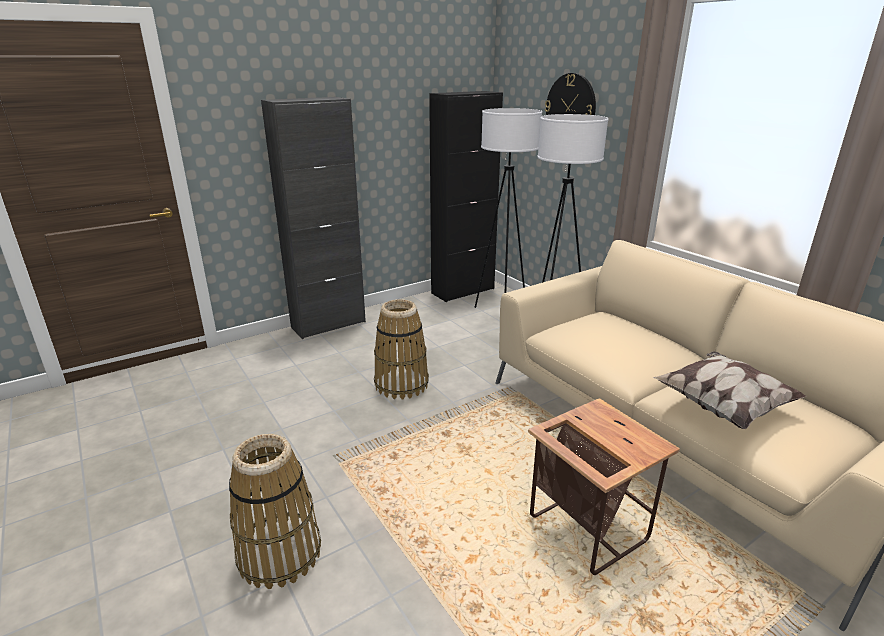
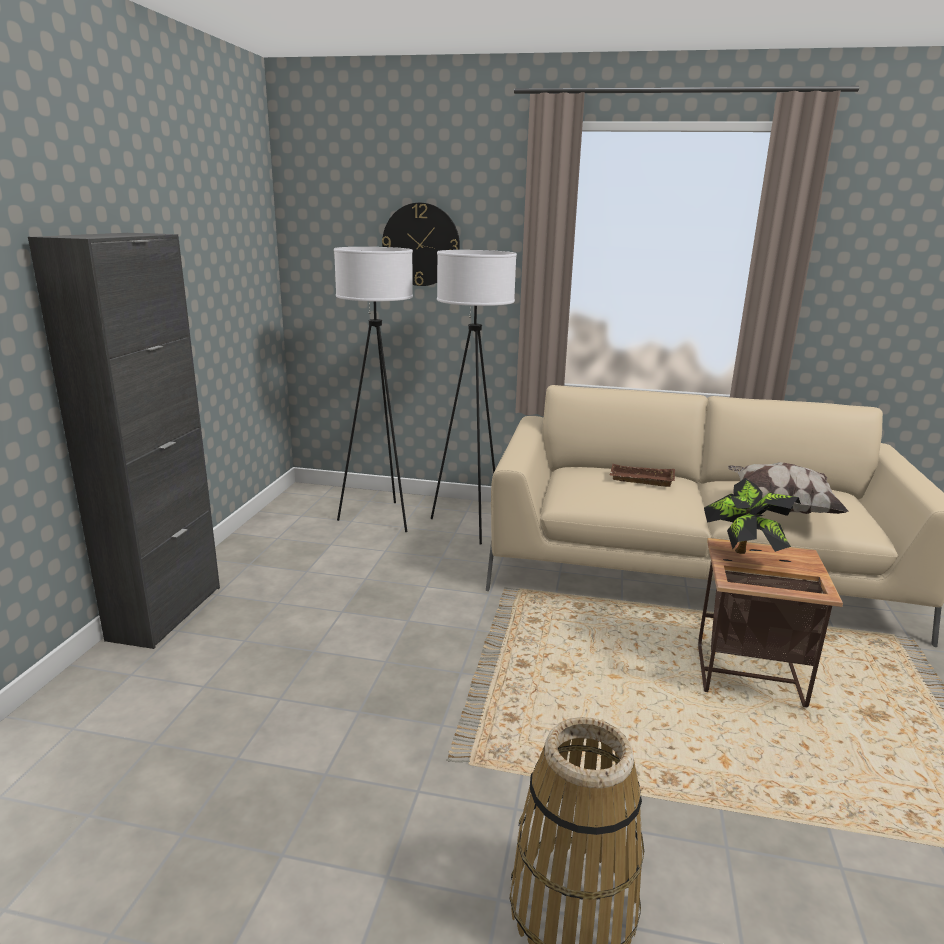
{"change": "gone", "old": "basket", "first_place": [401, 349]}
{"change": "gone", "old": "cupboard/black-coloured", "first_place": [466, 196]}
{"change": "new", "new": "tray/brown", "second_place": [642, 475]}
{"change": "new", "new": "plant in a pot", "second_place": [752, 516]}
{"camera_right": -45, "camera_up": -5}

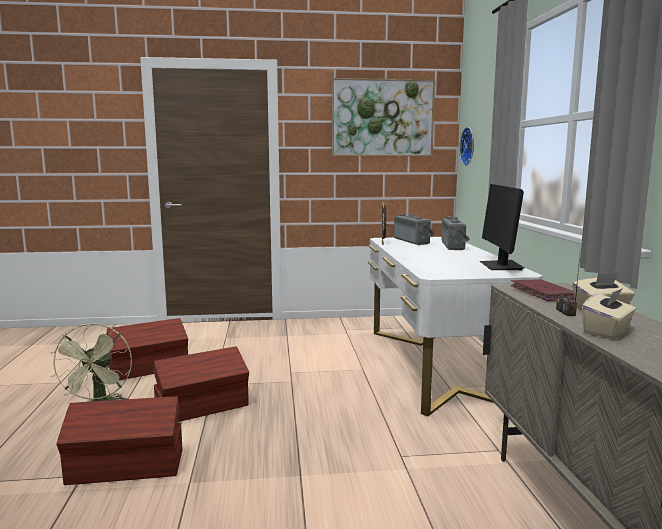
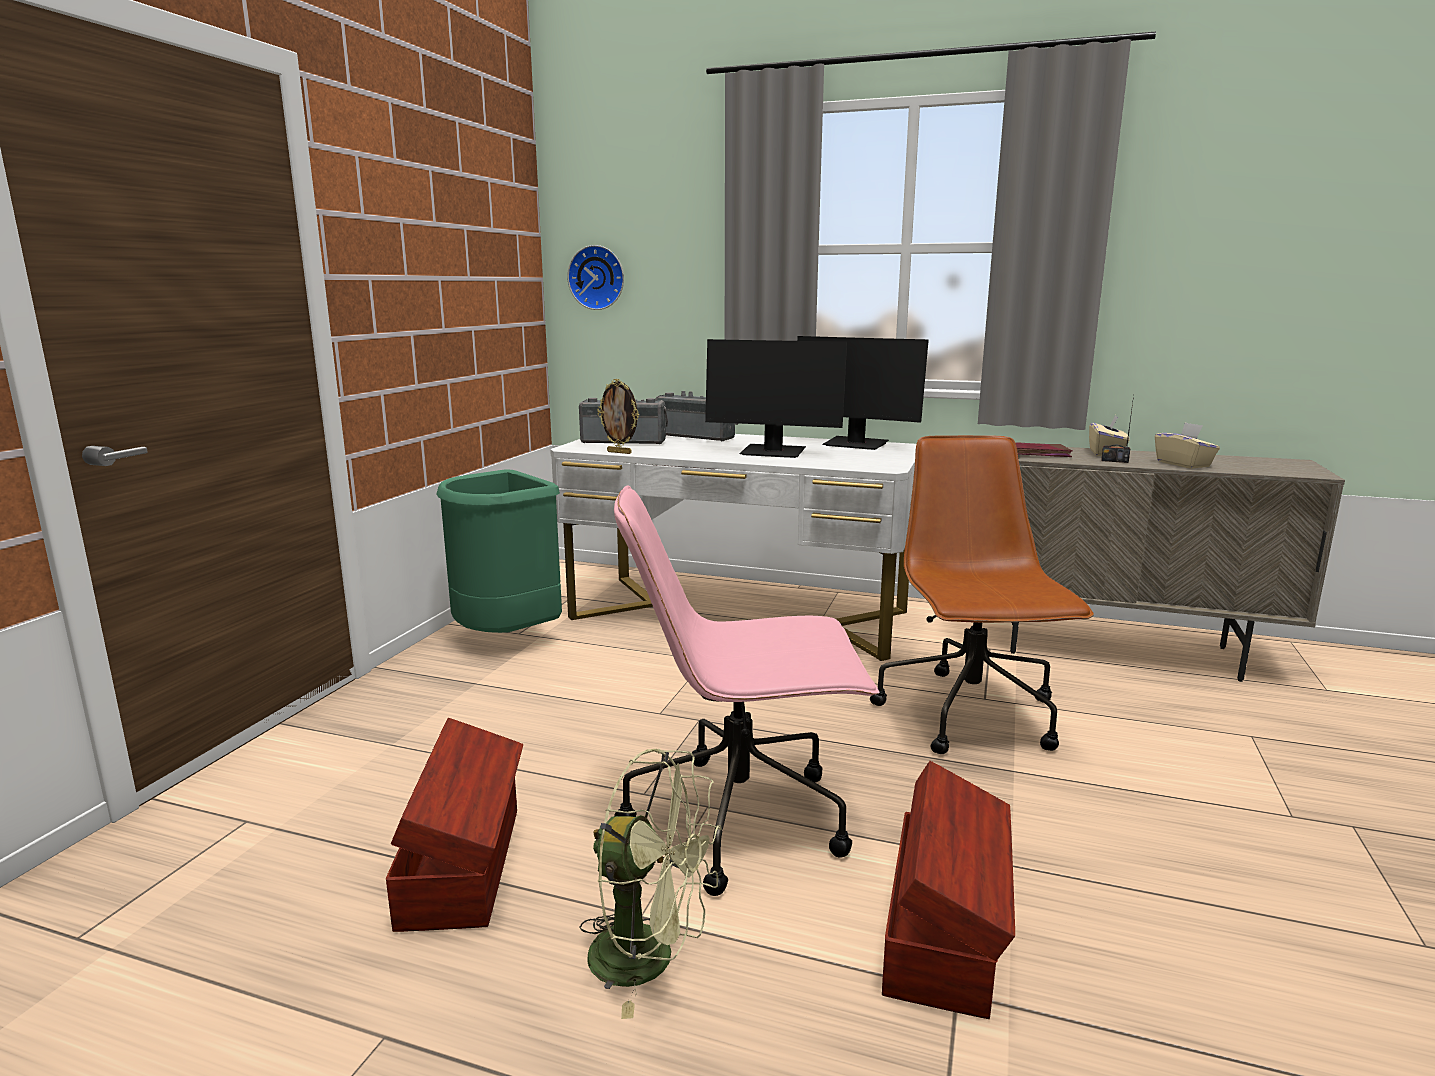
{"change": "gone", "old": "wall art", "first_place": [383, 117]}
{"change": "new", "new": "rubbish bin/green-coloured", "second_place": [499, 551]}
{"change": "new", "new": "computer screen", "second_place": [776, 398]}
{"change": "new", "new": "desk chair/brown", "second_place": [982, 594]}
{"change": "swapped", "old": "storage box/brown", "new": "desk chair/pinkish", "first_place": [201, 384], "second_place": [747, 690]}
{"camera_right": -65, "camera_up": 5}

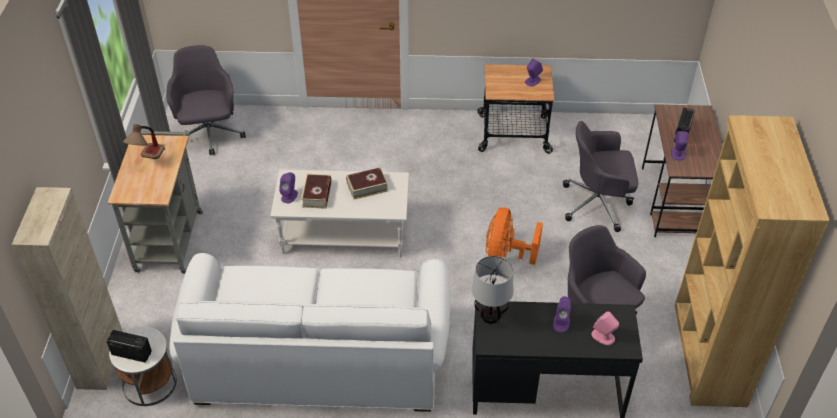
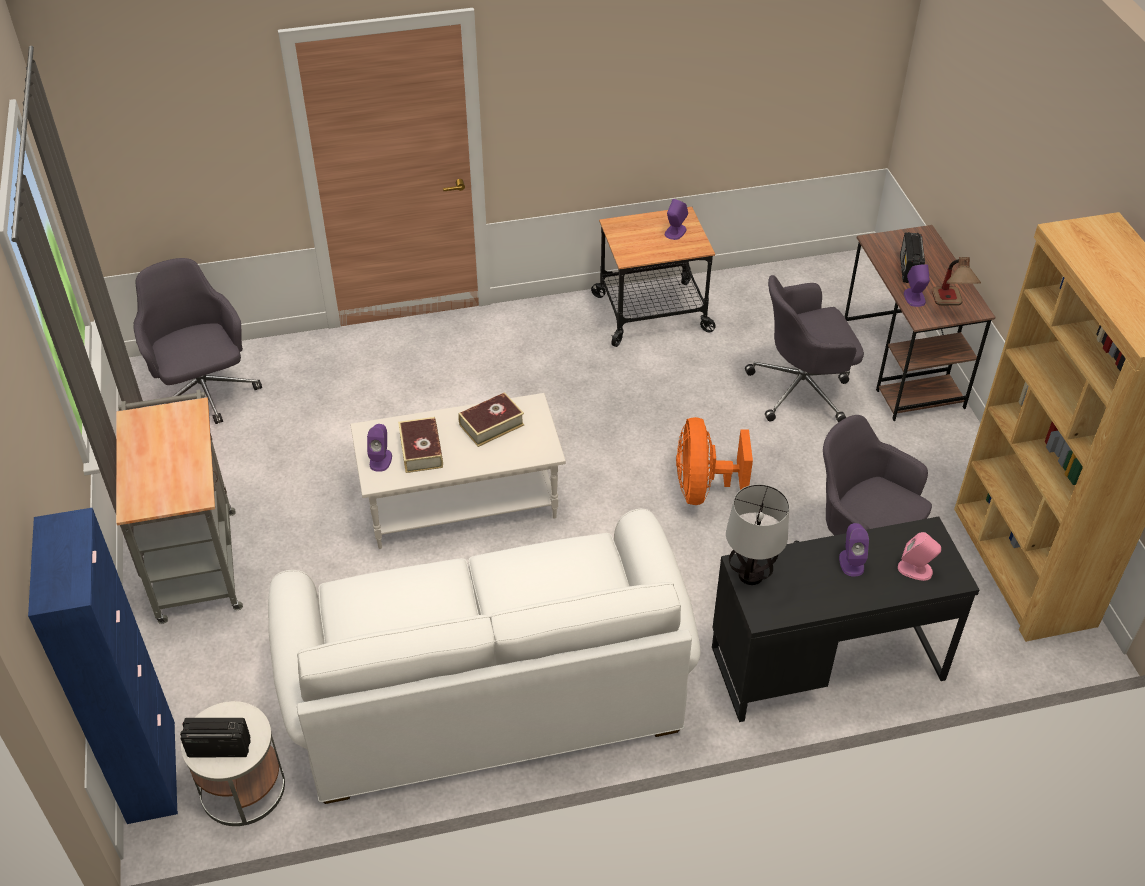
{"change": "shifted", "old": "table lamp", "first_place": [144, 141], "second_place": [956, 281]}
{"change": "repainted", "old": "cupboard/sand-coloured", "new": "cupboard/bluish", "first_place": [67, 288], "second_place": [103, 666]}
{"camera_right": -15, "camera_up": 0}

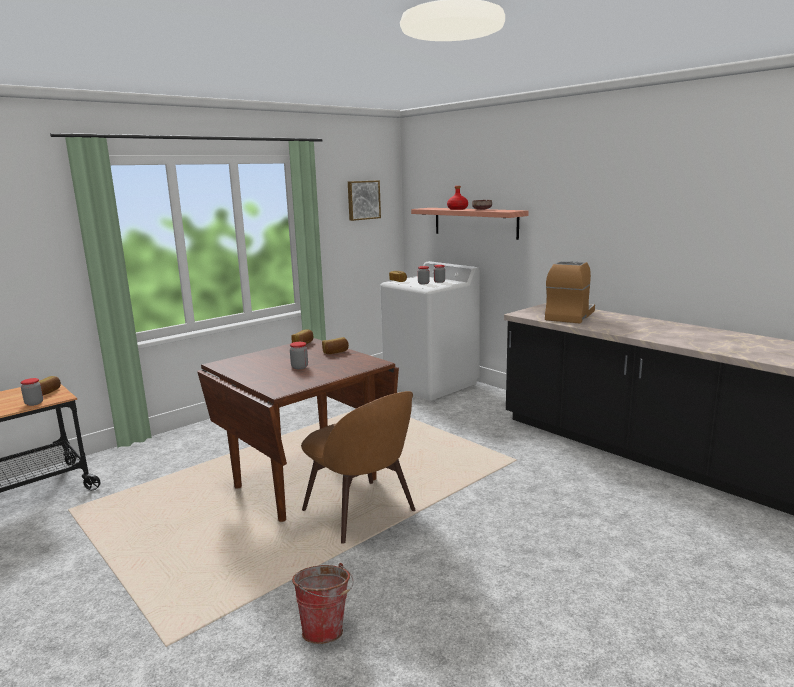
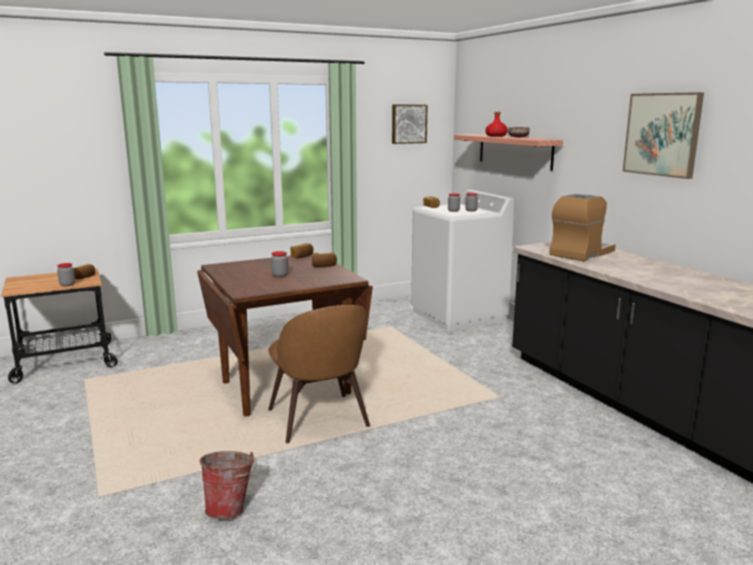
{"change": "new", "new": "wall art", "second_place": [663, 135]}
{"camera_right": 15, "camera_up": 0}

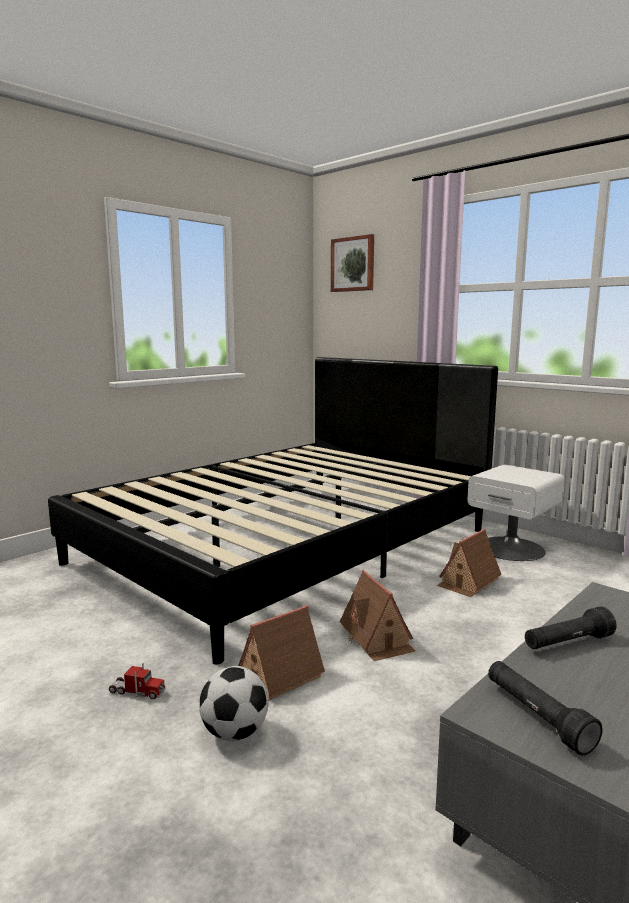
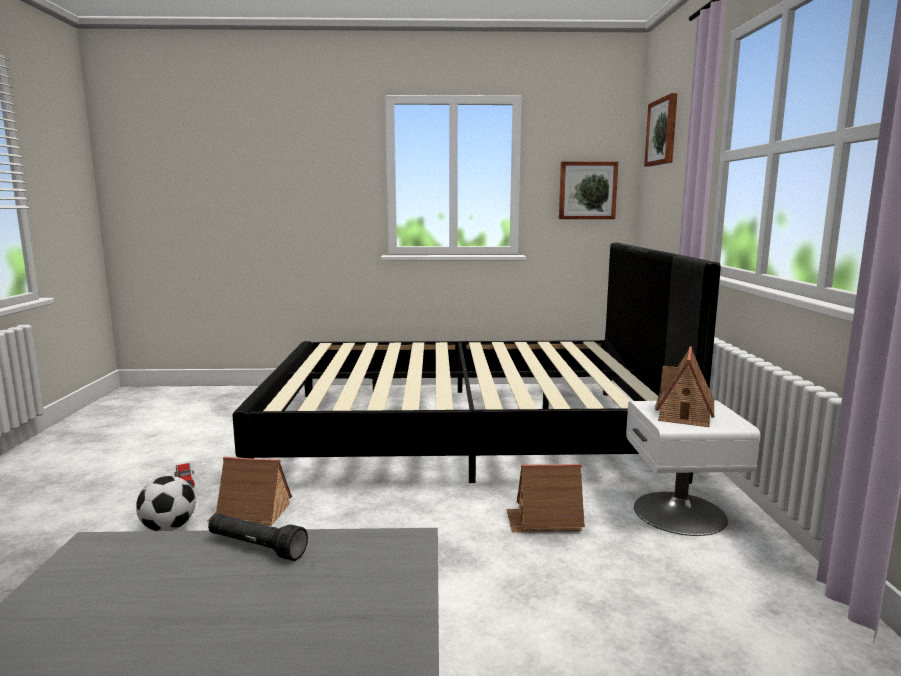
{"change": "gone", "old": "hand torch/black-coloured", "first_place": [545, 708]}
{"change": "new", "new": "wall art", "second_place": [588, 190]}
{"change": "shifted", "old": "miniature house", "first_place": [377, 615], "second_place": [684, 386]}
{"camera_right": 45, "camera_up": 0}

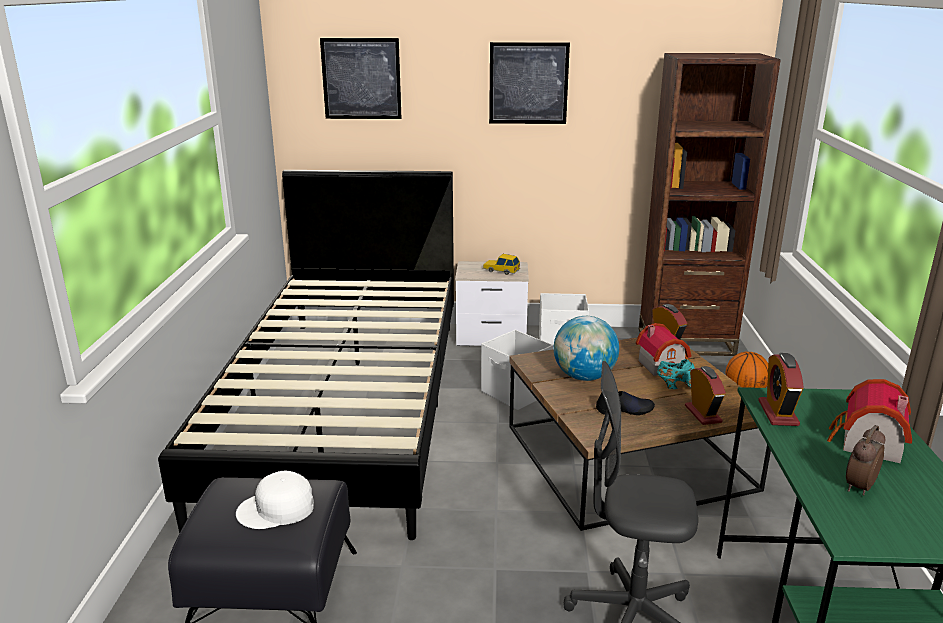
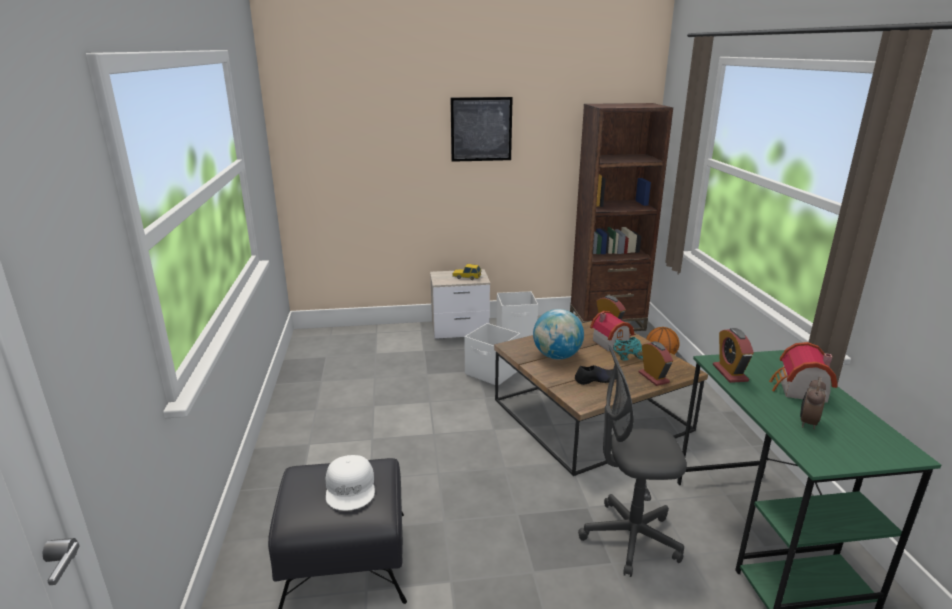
{"change": "gone", "old": "bedroom bed/black-coloured", "first_place": [306, 355]}
{"change": "gone", "old": "wall art", "first_place": [361, 78]}
{"change": "rotated", "old": "baseball cap/whitish", "first_place": [275, 500], "second_place": [350, 482], "degrees": -75}
{"camera_right": -10, "camera_up": 0}

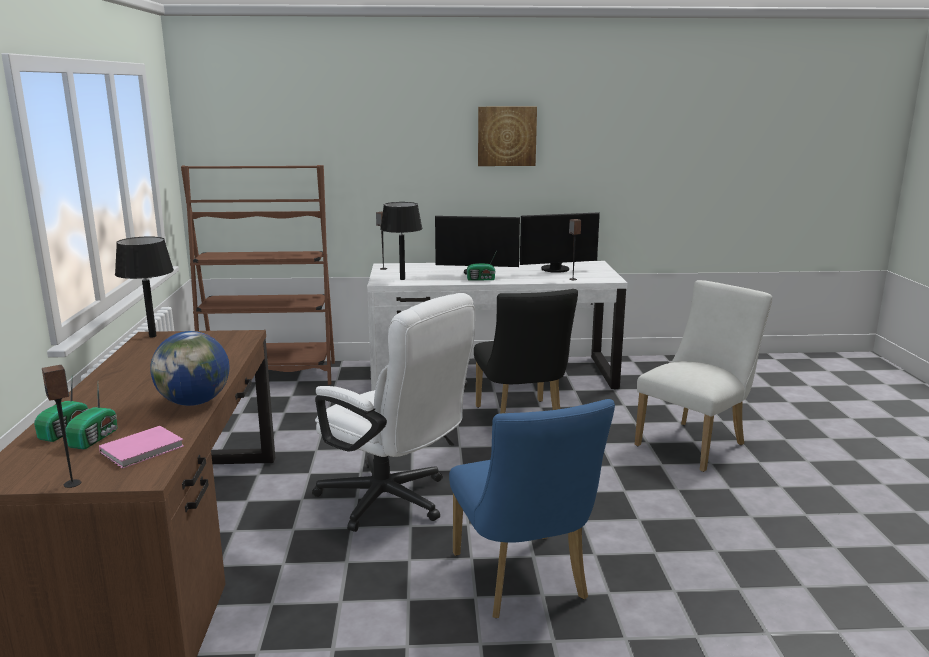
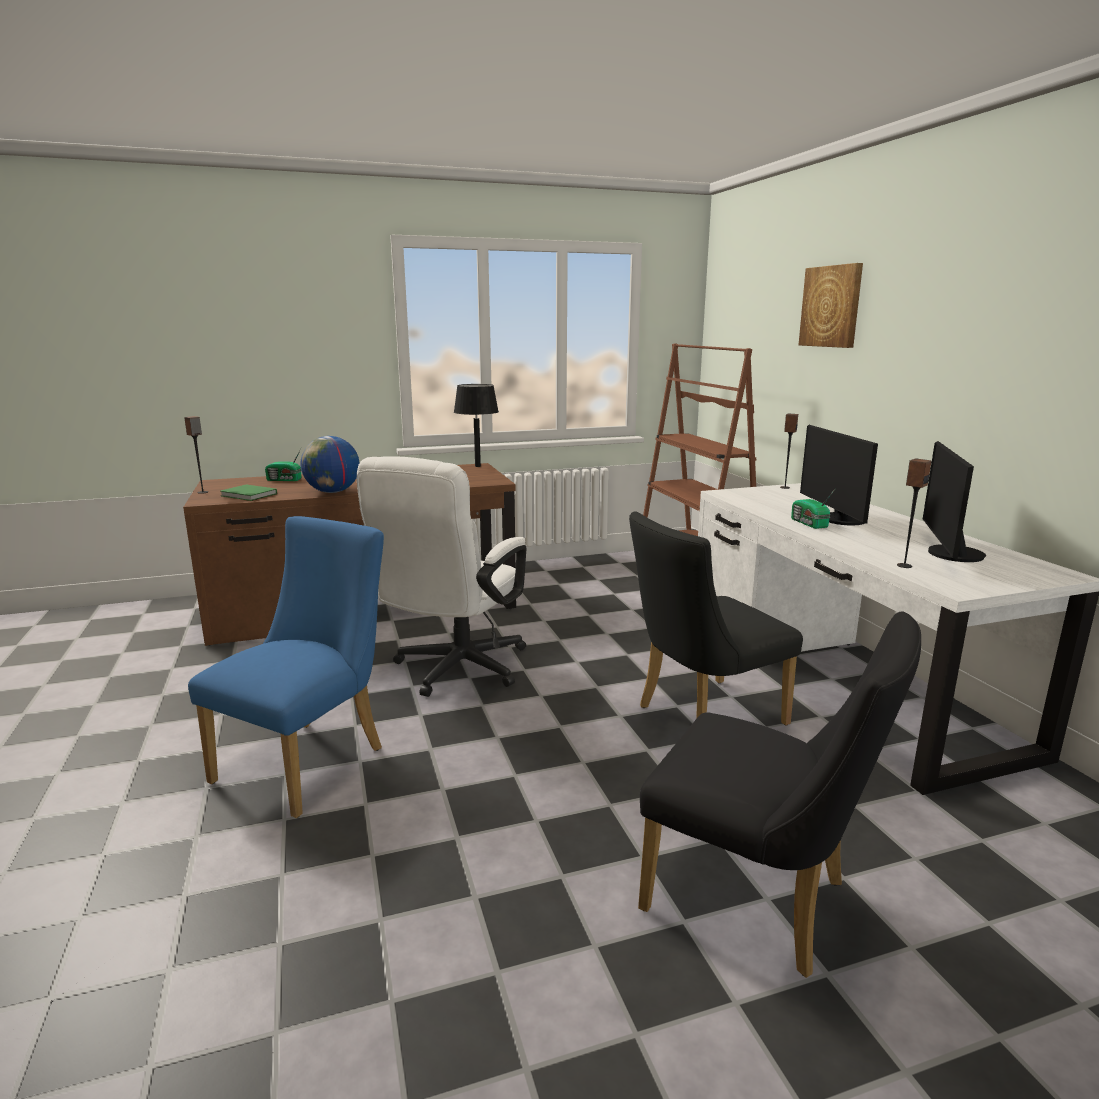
{"change": "gone", "old": "radio receiver", "first_place": [91, 417]}
{"change": "gone", "old": "table lamp/black-coloured", "first_place": [401, 241]}
{"change": "shifted", "old": "wall art", "first_place": [507, 136], "second_place": [831, 305]}
{"change": "repainted", "old": "bound book/pinkish", "new": "bound book/green-coloured", "first_place": [141, 447], "second_place": [249, 492]}
{"change": "repainted", "old": "chair/whitish", "new": "chair/black-coloured", "first_place": [703, 376], "second_place": [779, 795]}
{"change": "rotated", "old": "chair/bluish", "first_place": [532, 508], "second_place": [286, 667], "degrees": 150}
{"change": "rotated", "old": "computer screen", "first_place": [560, 242], "second_place": [954, 501], "degrees": 45}
{"camera_right": 75, "camera_up": 0}

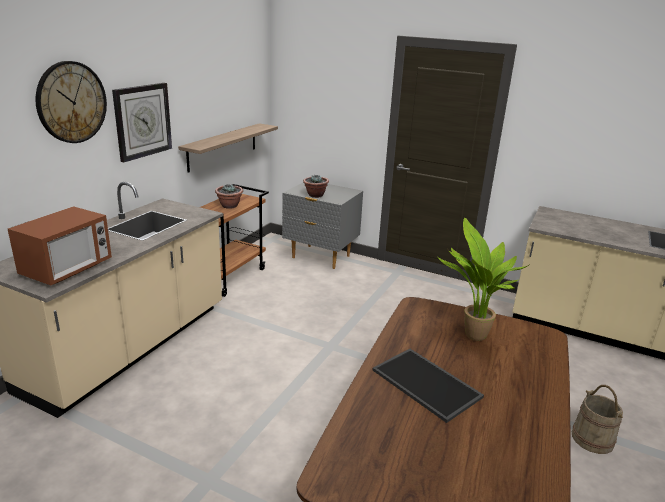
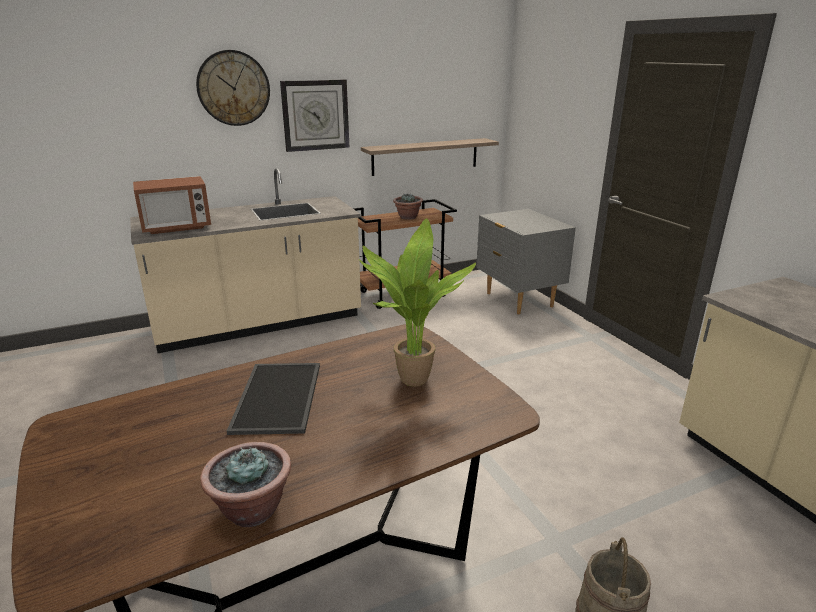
{"change": "shifted", "old": "plant in a pot", "first_place": [316, 186], "second_place": [245, 484]}
{"camera_right": 40, "camera_up": 0}

